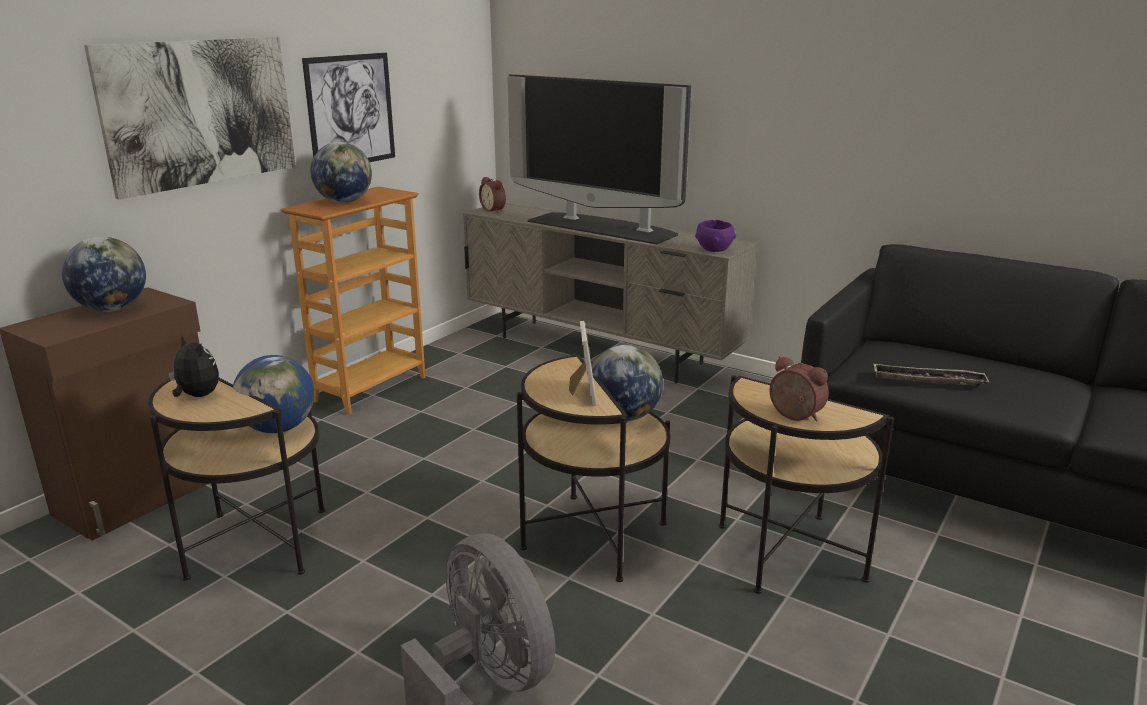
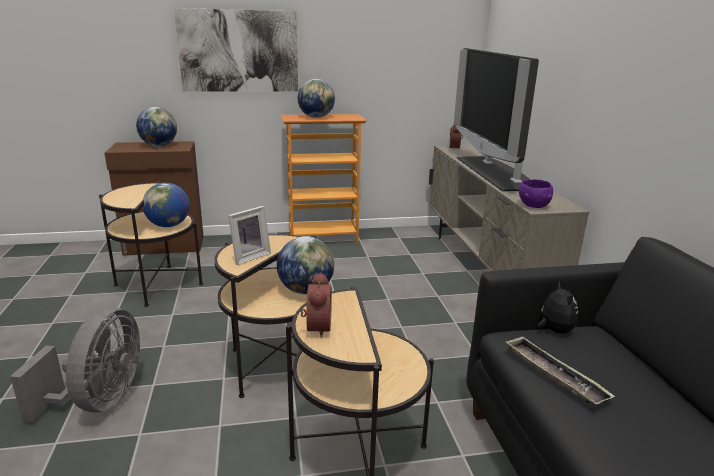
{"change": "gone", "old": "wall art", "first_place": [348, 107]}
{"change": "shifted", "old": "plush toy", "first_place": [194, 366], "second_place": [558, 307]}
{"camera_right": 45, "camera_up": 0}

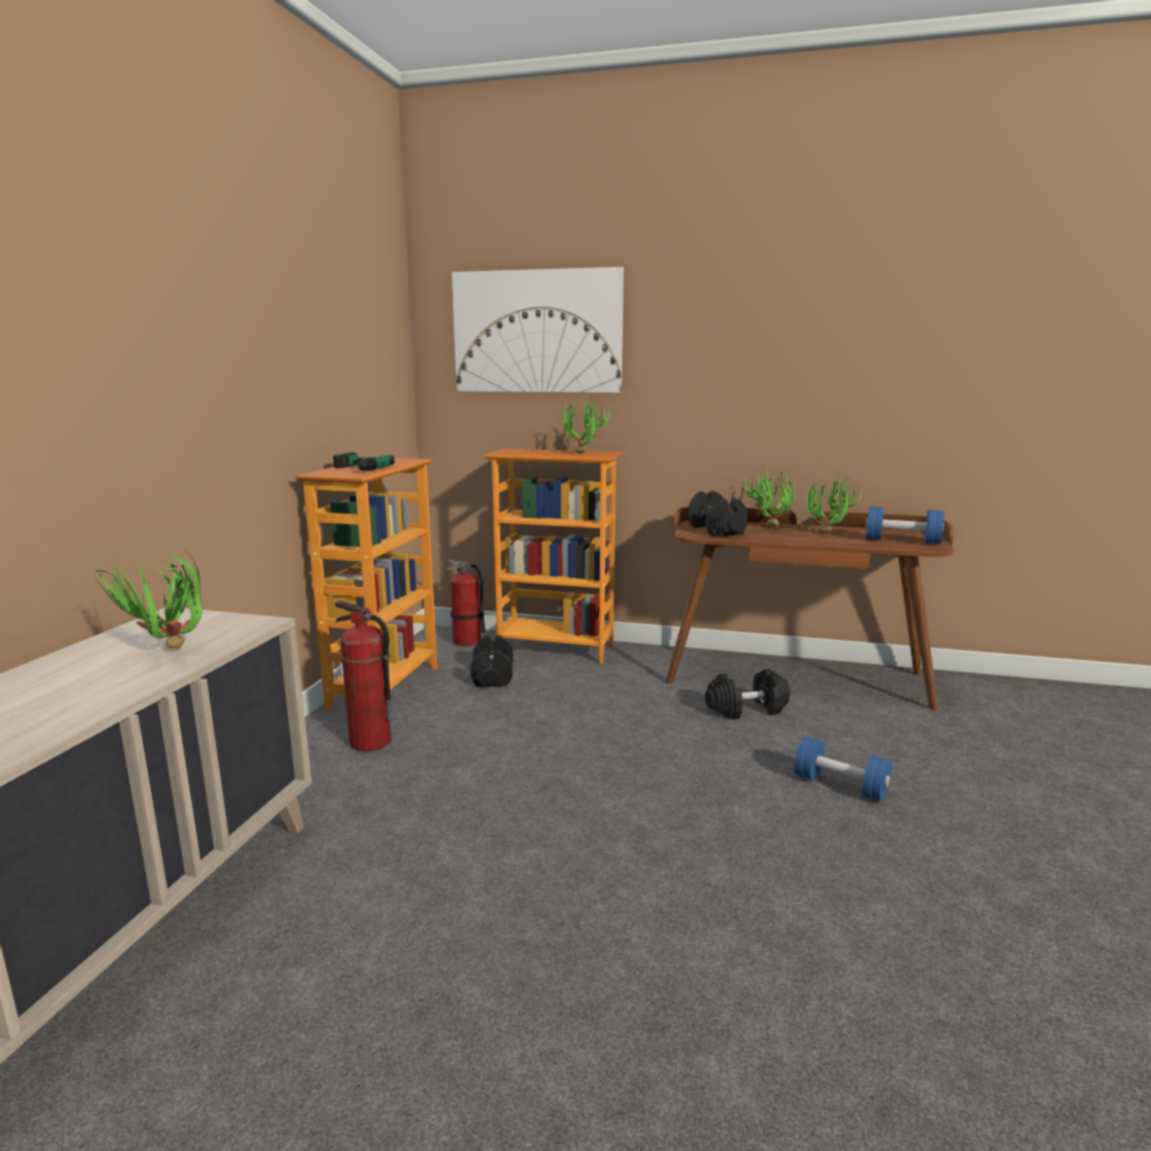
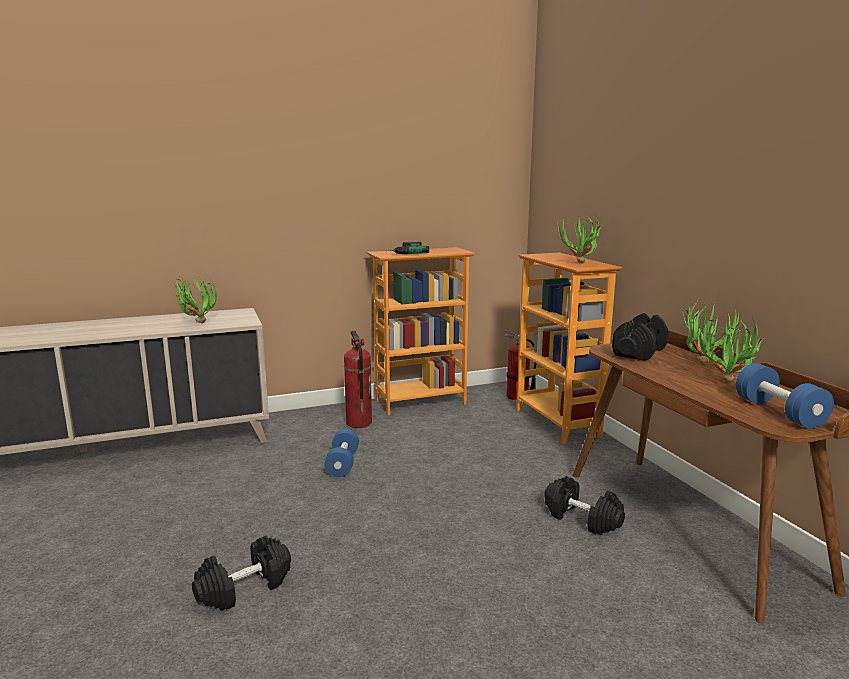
{"change": "gone", "old": "wall art", "first_place": [538, 330]}
{"change": "shifted", "old": "free weight/black-coloured", "first_place": [492, 661], "second_place": [241, 573]}
{"change": "shifted", "old": "free weight/bluish", "first_place": [843, 769], "second_place": [341, 453]}
{"camera_right": 55, "camera_up": 0}

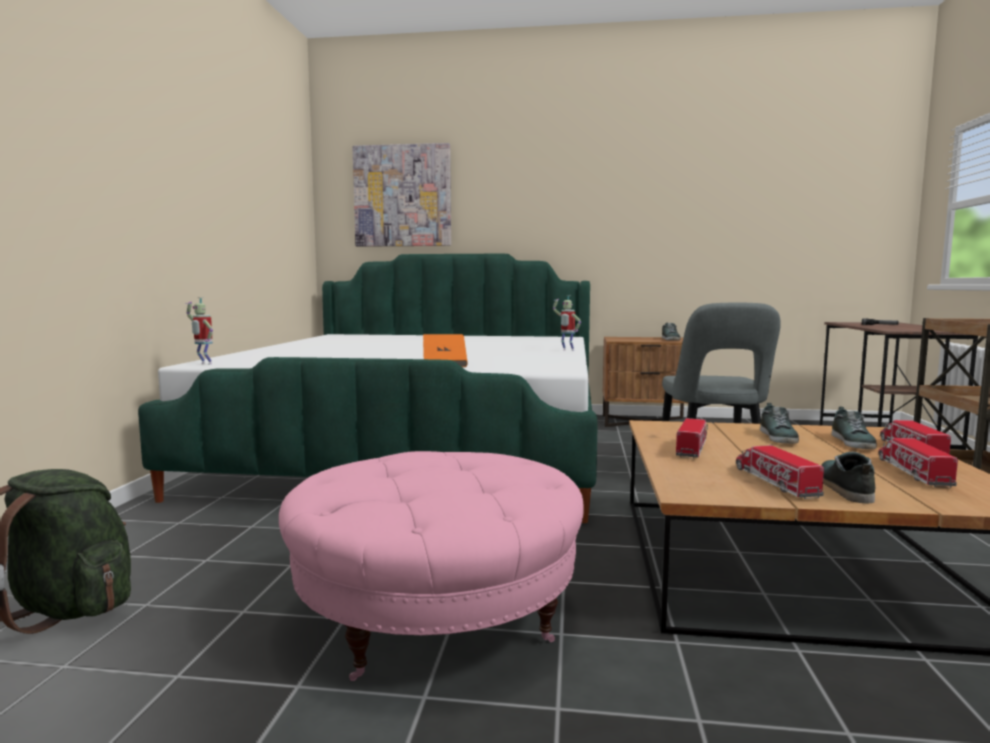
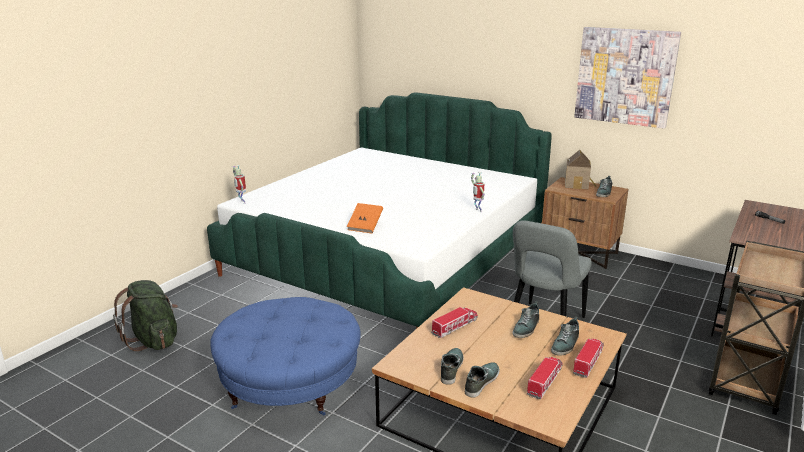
{"change": "new", "new": "miniature house", "second_place": [580, 169]}
{"change": "shifted", "old": "wall art", "first_place": [401, 195], "second_place": [627, 78]}
{"change": "swapped", "old": "toy truck", "new": "shoe", "first_place": [780, 472], "second_place": [452, 366]}
{"change": "repainted", "old": "pouffe/pinkish", "new": "pouffe/bluish", "first_place": [431, 566], "second_place": [285, 356]}
{"camera_right": 25, "camera_up": 15}

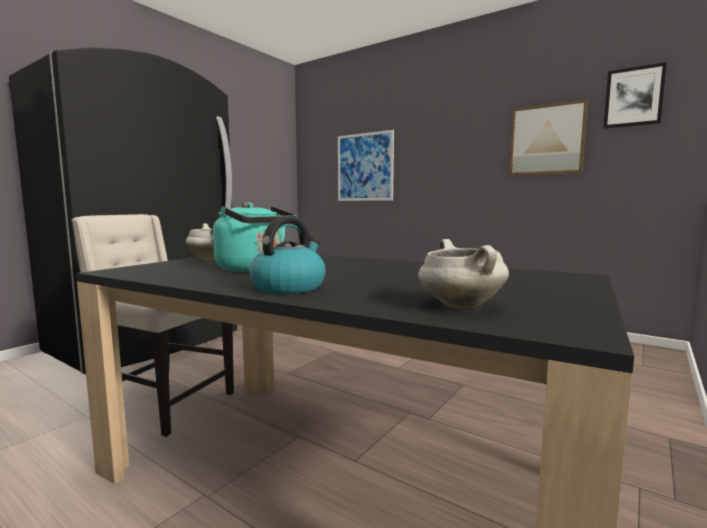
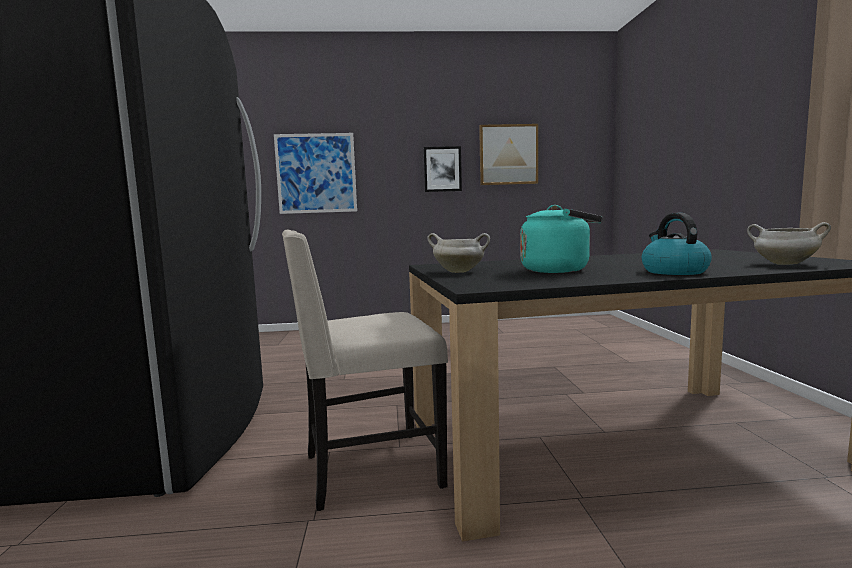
{"change": "shifted", "old": "wall art", "first_place": [635, 95], "second_place": [442, 169]}
{"camera_right": -40, "camera_up": 0}

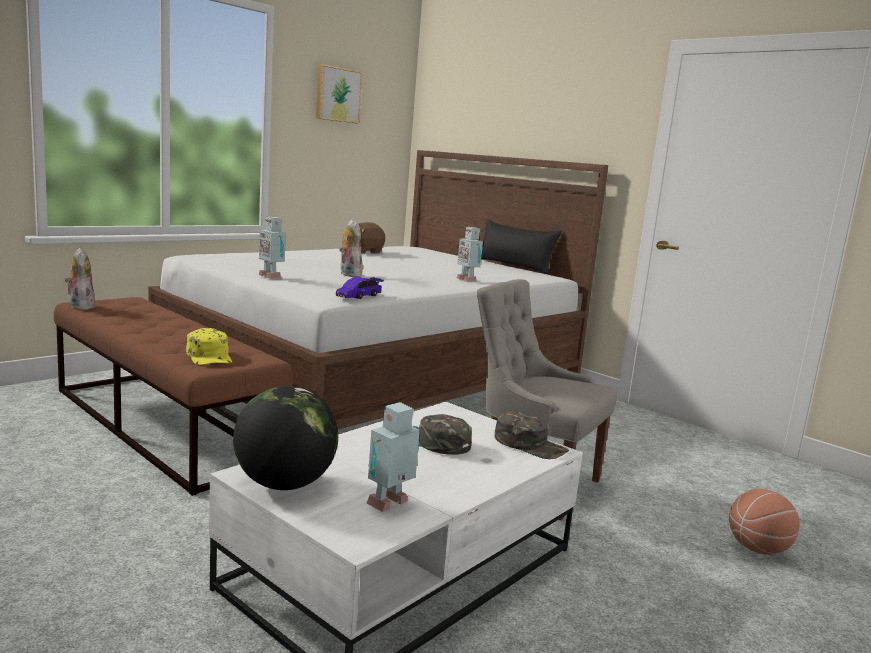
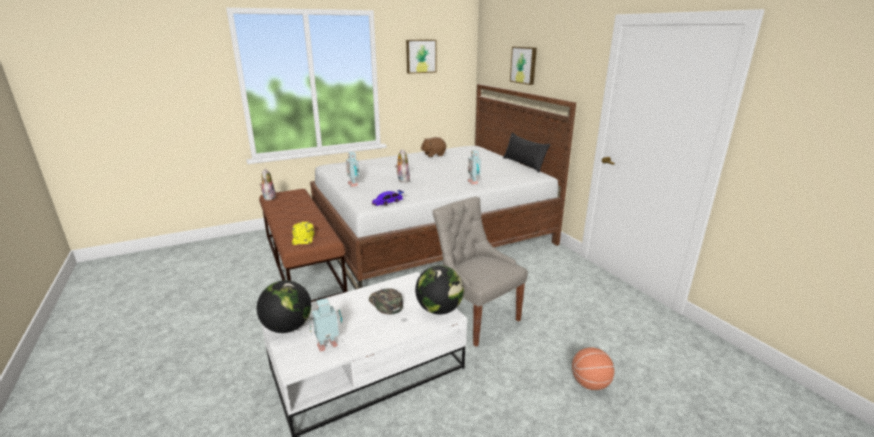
{"change": "new", "new": "wall art", "second_place": [523, 66]}
{"change": "swapped", "old": "baseball cap/green-coloured", "new": "globe", "first_place": [531, 435], "second_place": [439, 290]}
{"camera_right": 20, "camera_up": 10}

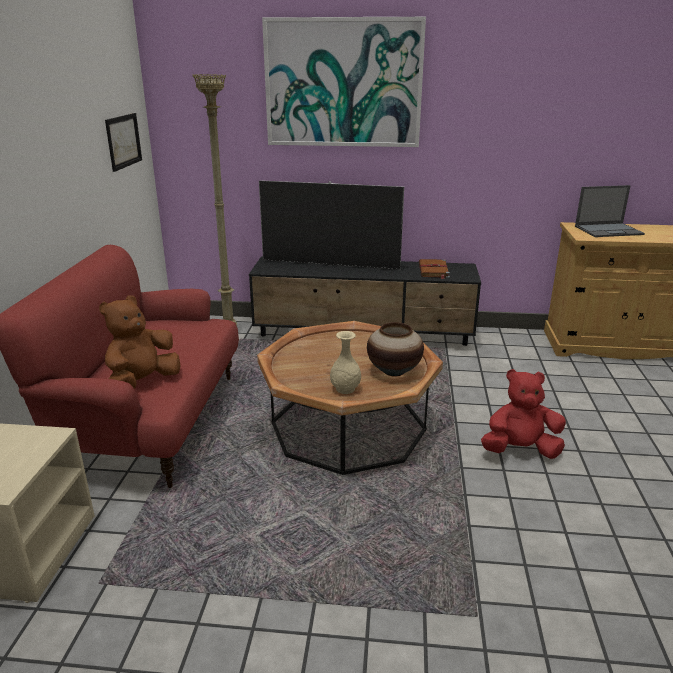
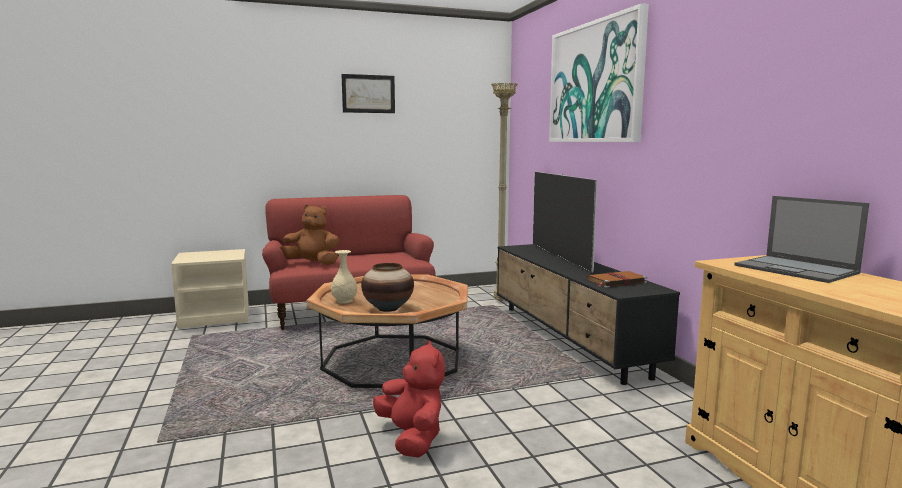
{"change": "shifted", "old": "wall art", "first_place": [123, 142], "second_place": [368, 93]}
{"camera_right": 65, "camera_up": -15}

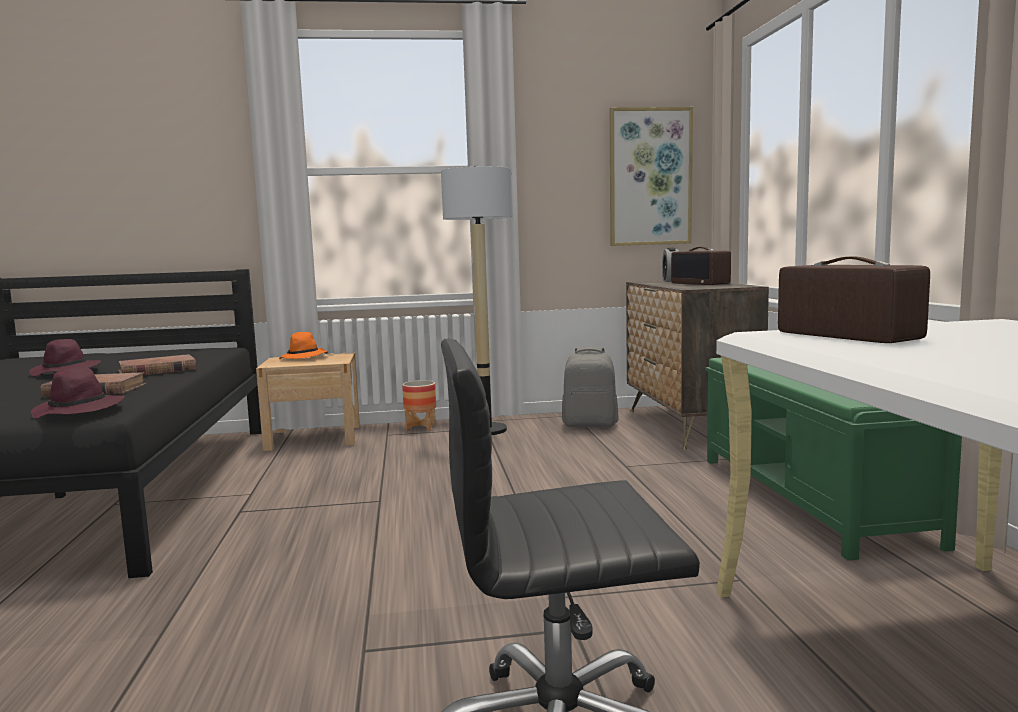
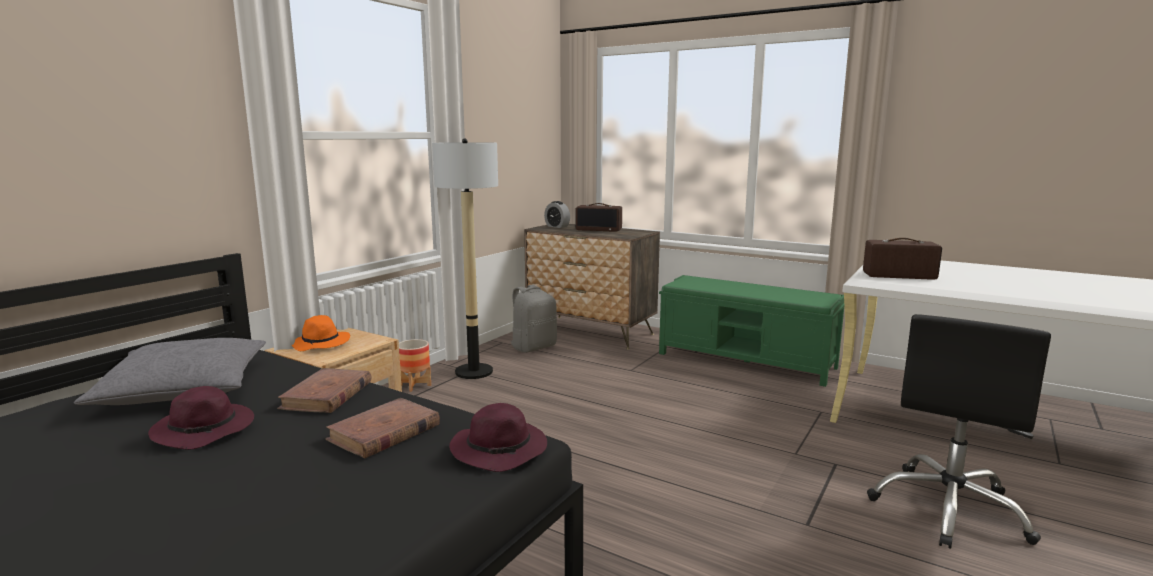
{"change": "gone", "old": "wall art", "first_place": [651, 176]}
{"change": "new", "new": "pillow/greyish", "second_place": [170, 371]}
{"camera_right": -50, "camera_up": 5}

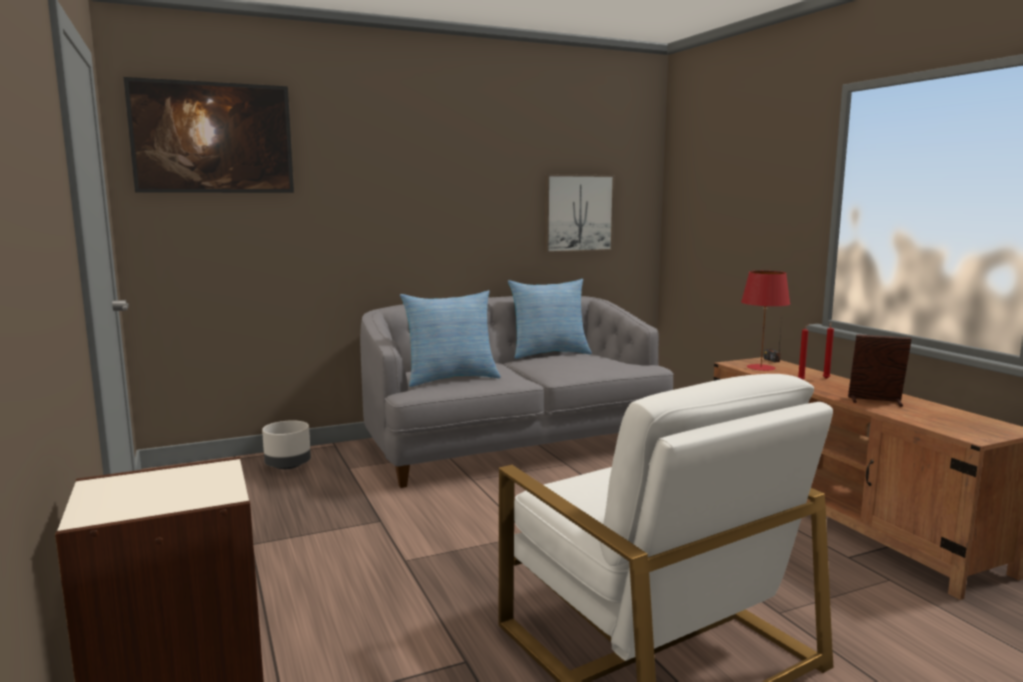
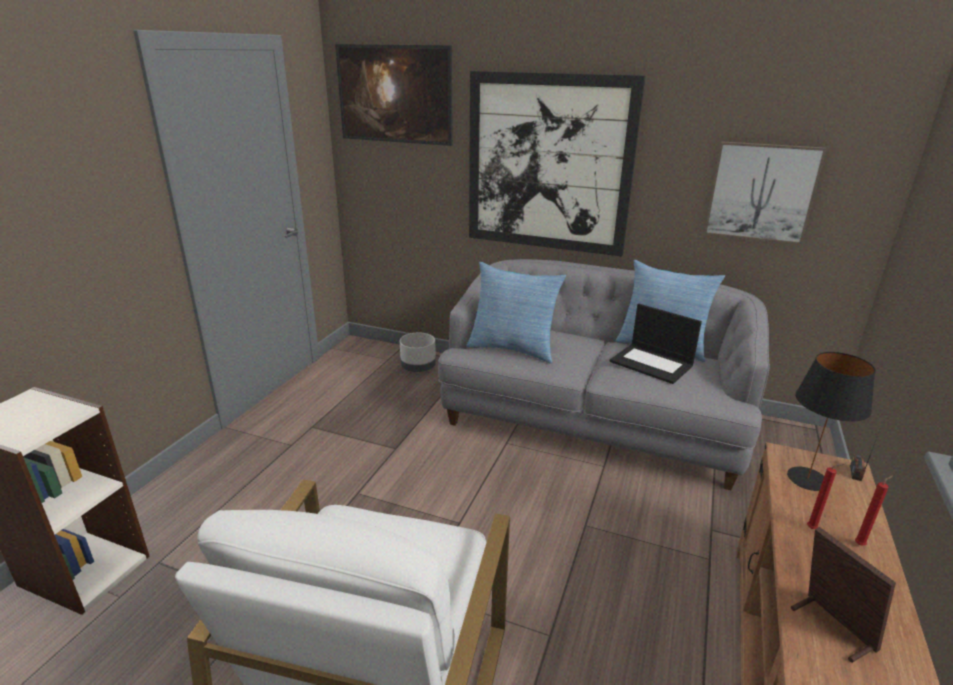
{"change": "new", "new": "wall art", "second_place": [557, 163]}
{"change": "new", "new": "laptop", "second_place": [656, 344]}
{"change": "repainted", "old": "table lamp/red-coloured", "new": "table lamp/black-coloured", "first_place": [765, 321], "second_place": [831, 421]}
{"camera_right": 45, "camera_up": 15}

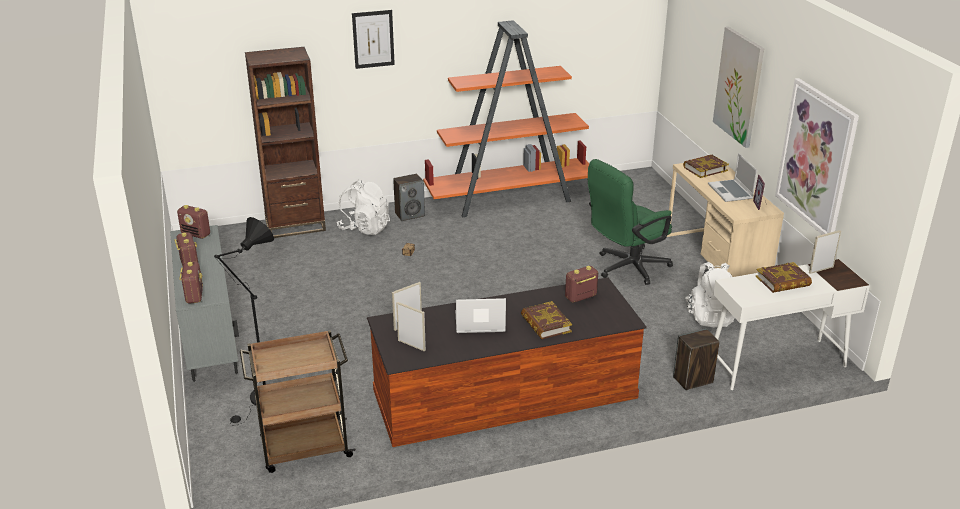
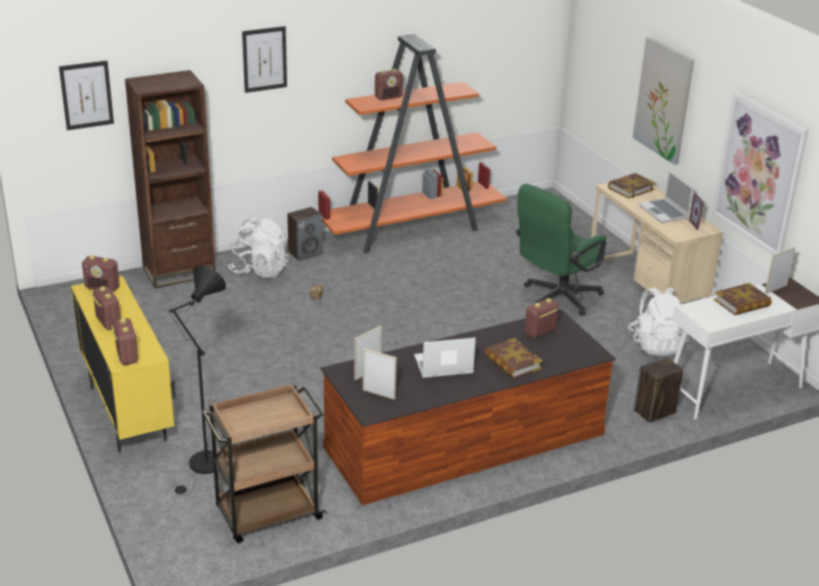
{"change": "new", "new": "wall art", "second_place": [86, 95]}
{"change": "new", "new": "radio receiver", "second_place": [389, 84]}
{"change": "repainted", "old": "cupboard/greyish", "new": "cupboard/yellow-coloured", "first_place": [204, 303], "second_place": [123, 364]}
{"camera_right": -10, "camera_up": 0}

